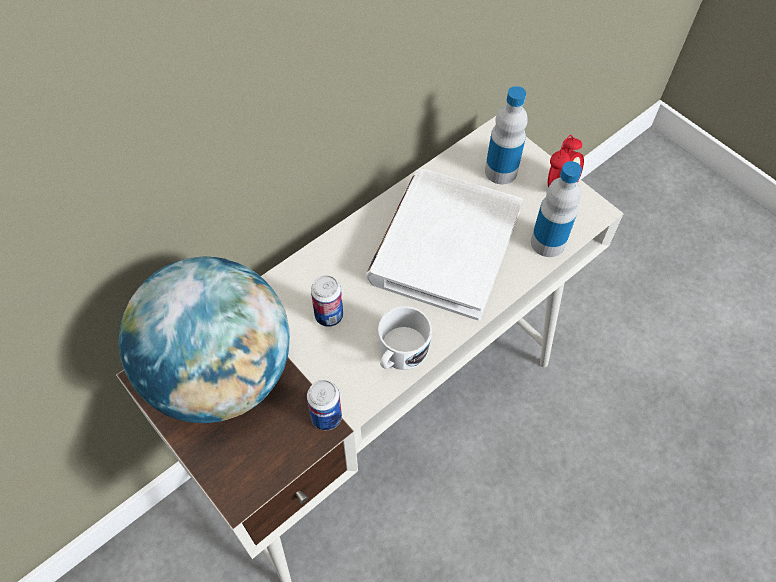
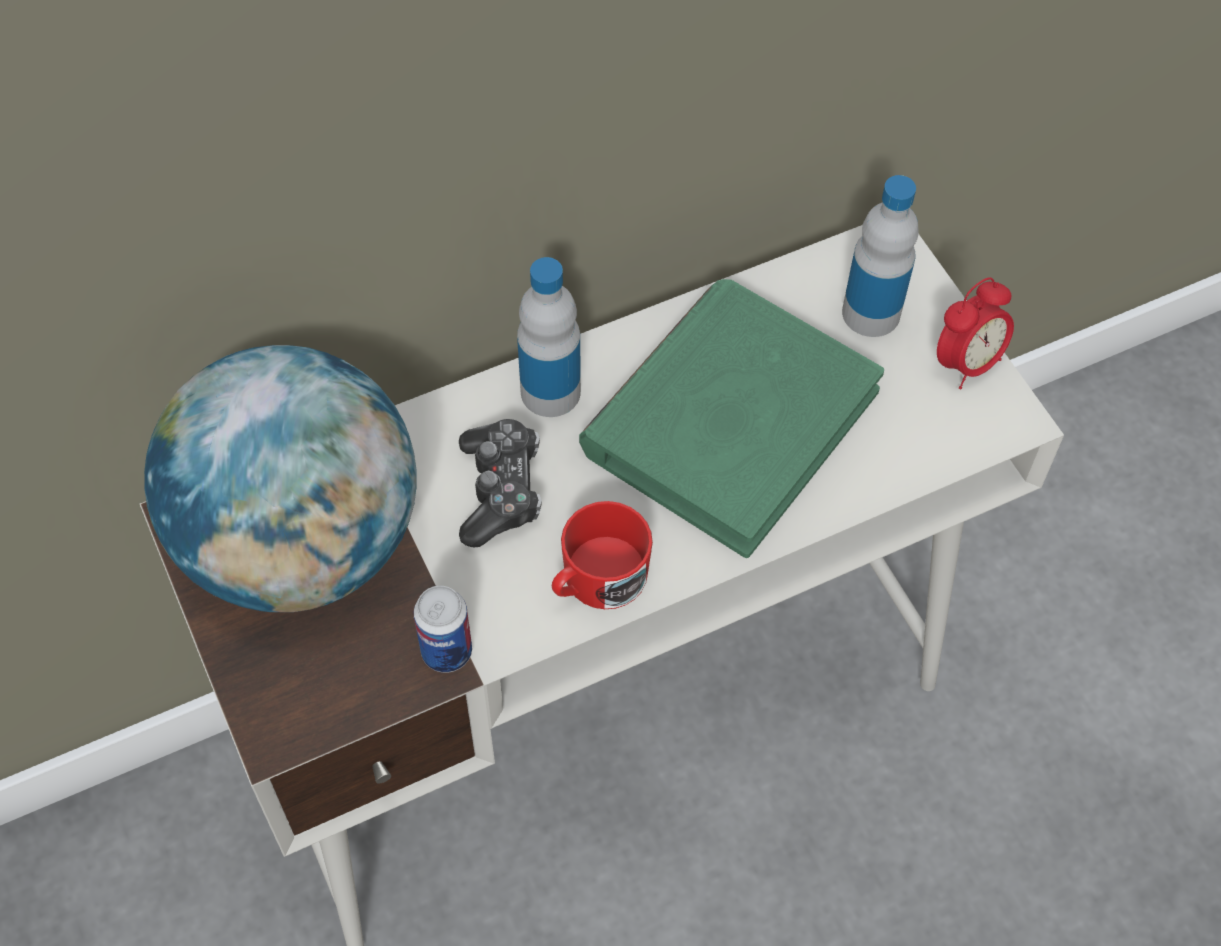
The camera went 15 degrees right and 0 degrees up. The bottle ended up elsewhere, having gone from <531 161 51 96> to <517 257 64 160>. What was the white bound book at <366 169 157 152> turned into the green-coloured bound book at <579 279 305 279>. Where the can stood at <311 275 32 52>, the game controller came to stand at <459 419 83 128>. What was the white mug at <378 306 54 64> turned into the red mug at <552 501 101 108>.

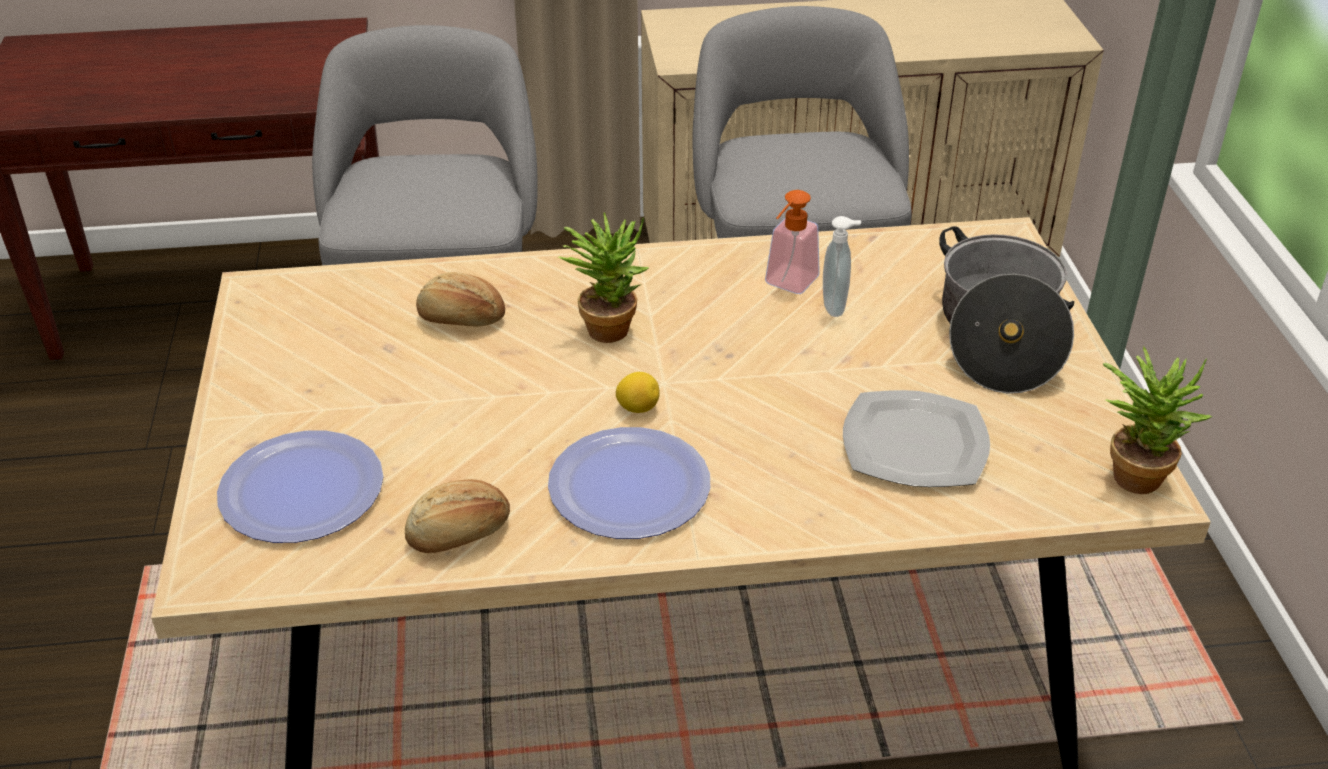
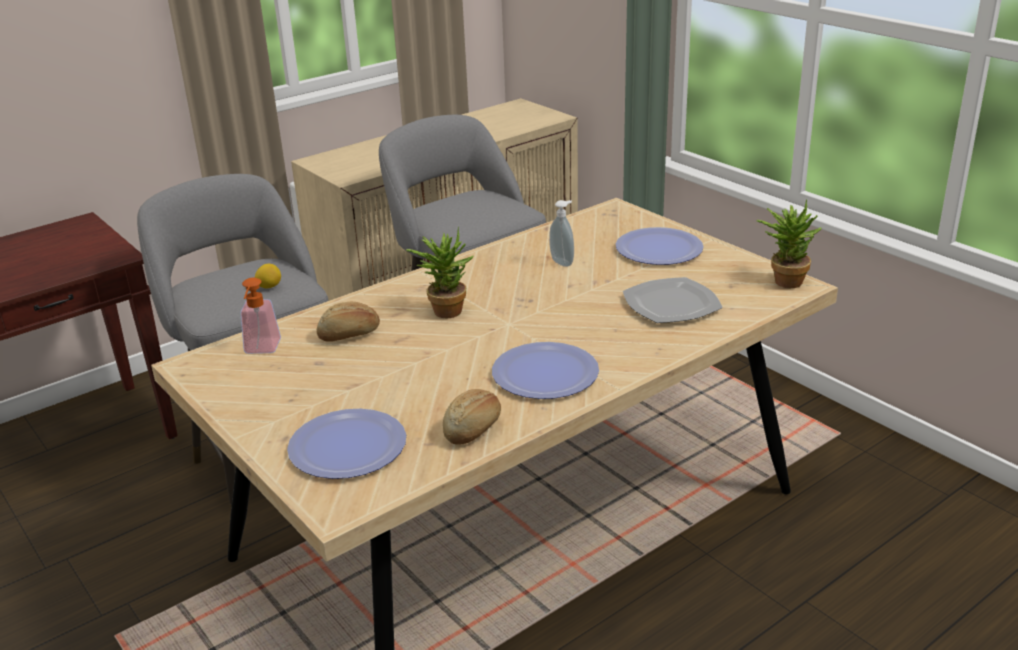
The camera went 30 degrees left and 10 degrees down. The soap bottle ended up elsewhere, having gone from <765 190 55 104> to <241 278 40 76>. Where the saucepot stood at <939 226 135 168>, the dinner plate came to stand at <616 227 88 38>. The lemon ended up elsewhere, having gone from <616 372 44 41> to <255 264 26 25>.

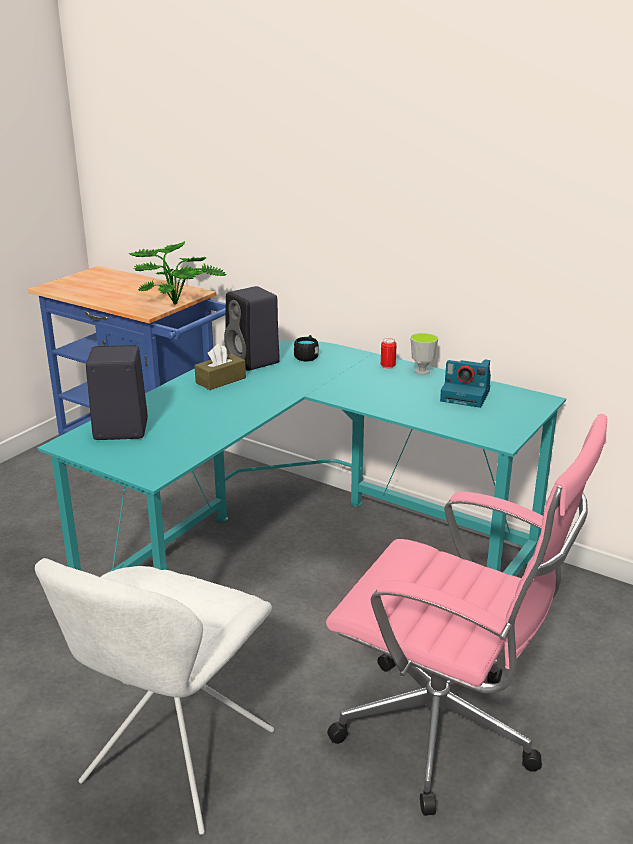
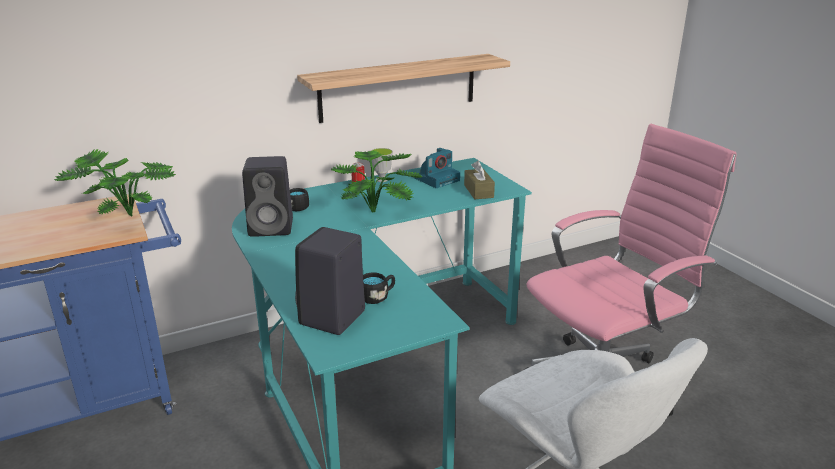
The camera went 60 degrees left and 0 degrees up. The brown-coloured tissue box ended up elsewhere, having gone from <194 344 52 46> to <464 161 31 38>. The second view gained the wall shelf at <297 54 213 69>. The second view gained the houseplant at <332 150 91 63>. The second view gained the black mug at <363 272 32 32>.

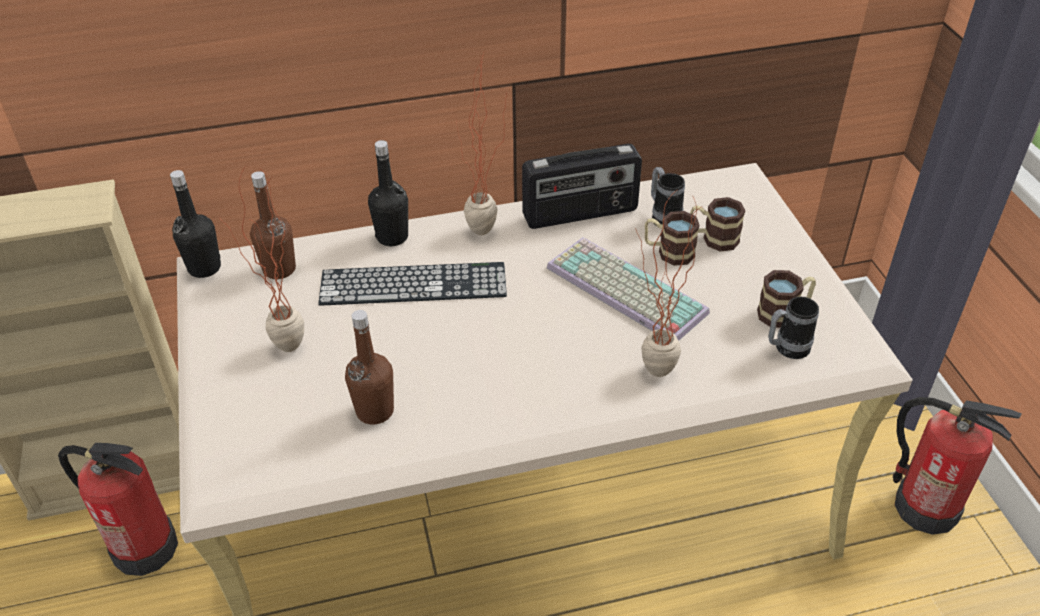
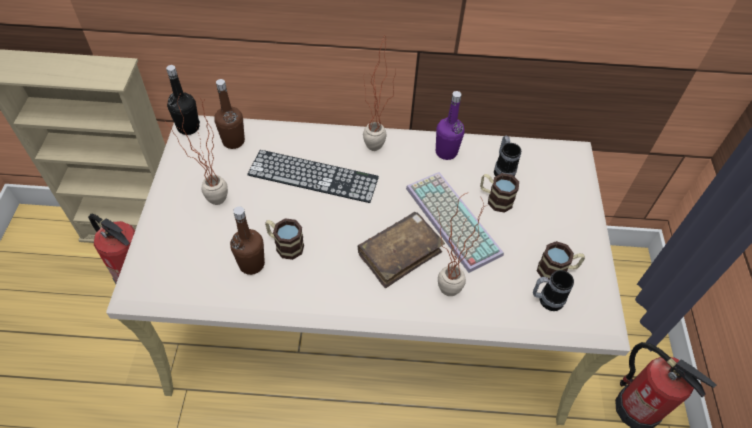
The camera went 15 degrees right and 10 degrees up. The second view lost the black bottle at <368 140 40 106>. Where the radio receiver stood at <522 144 120 85>, the purple bottle came to stand at <436 91 28 69>. The mug ended up elsewhere, having gone from <690 197 56 55> to <265 218 39 42>. The second view gained the brown-coloured bound book at <358 212 87 76>.

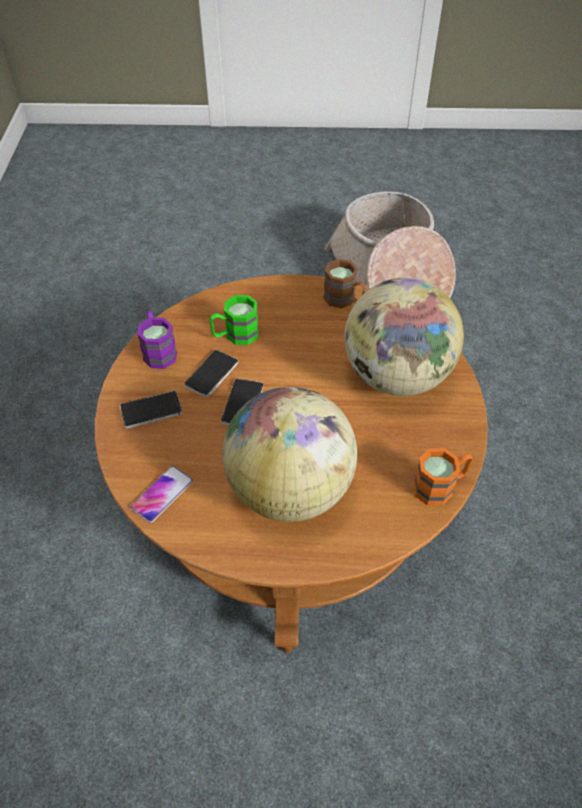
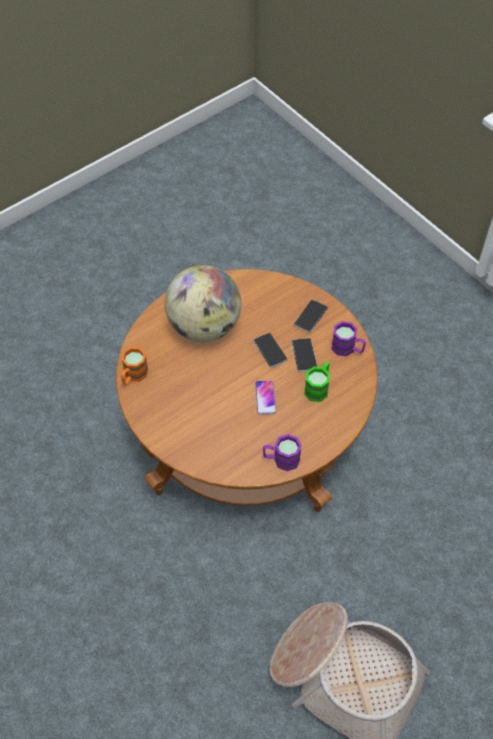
The camera went 140 degrees right and 5 degrees up. What was the brown-coloured mug at <323 259 44 49> turned into the purple mug at <263 434 38 37>. The second view lost the world globe at <344 278 120 118>. The telephone ended up elsewhere, having gone from <130 466 63 57> to <255 380 21 35>.

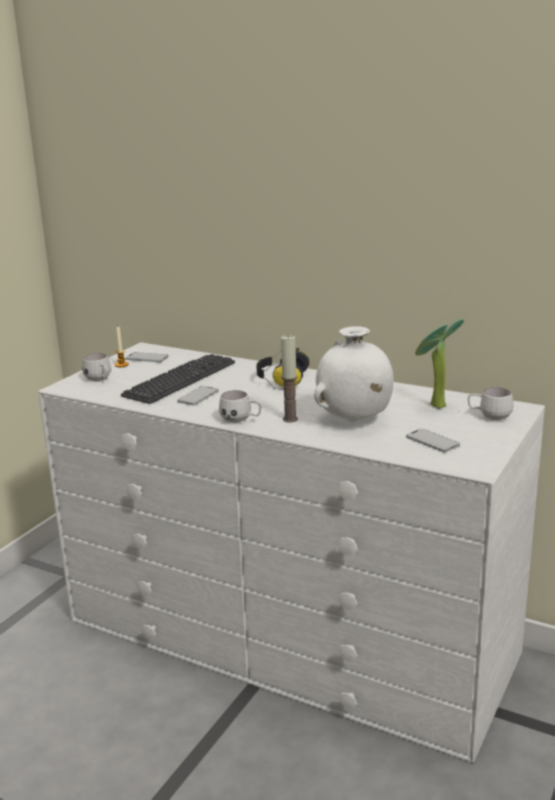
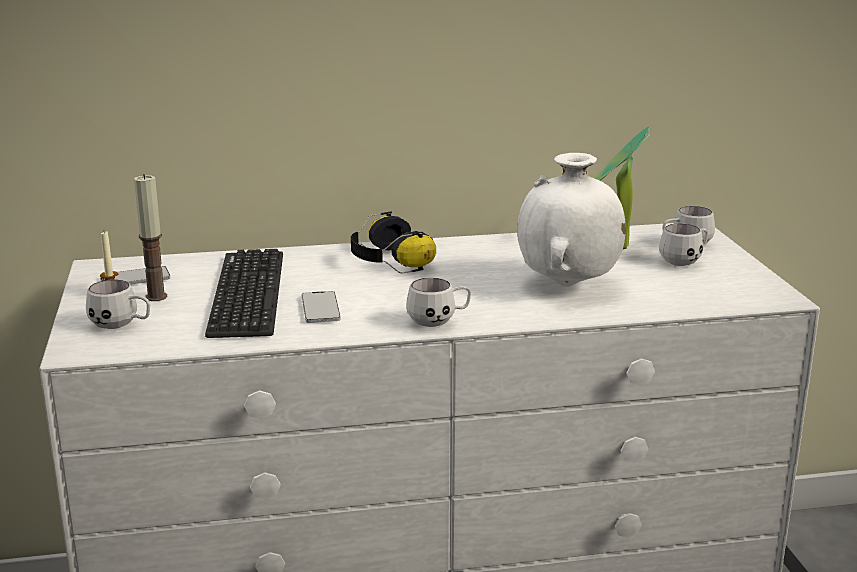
The camera went 40 degrees left and 0 degrees up. The candle ended up elsewhere, having gone from <281 335 17 87> to <134 174 33 127>. The second view lost the telephone at <406 429 54 24>. The second view gained the white mug at <659 223 49 43>.

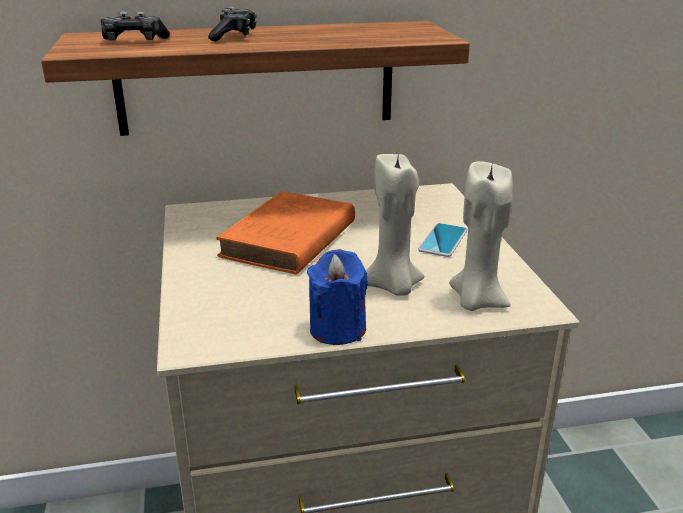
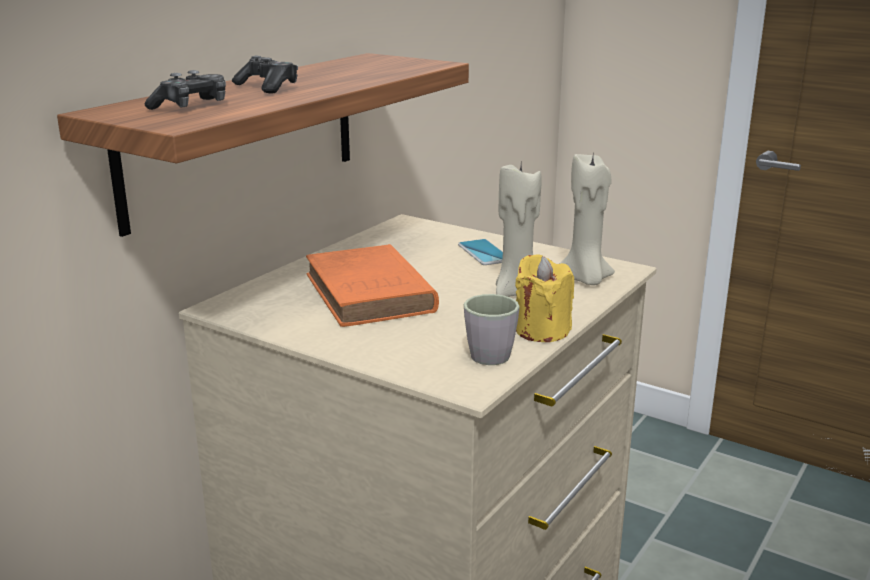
The camera went 45 degrees left and 5 degrees down. What was the blue-coloured candle at <307 249 61 96> turned into the yellowish candle at <515 254 59 88>. The second view gained the greyish mug at <464 294 56 71>.

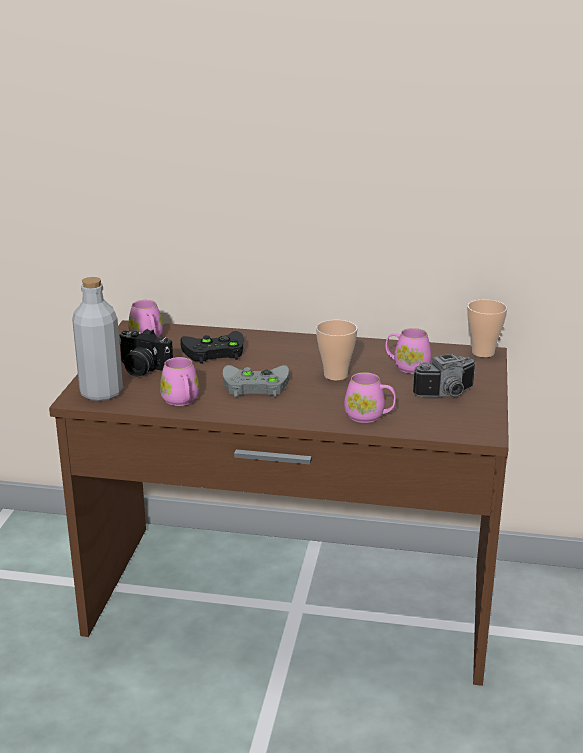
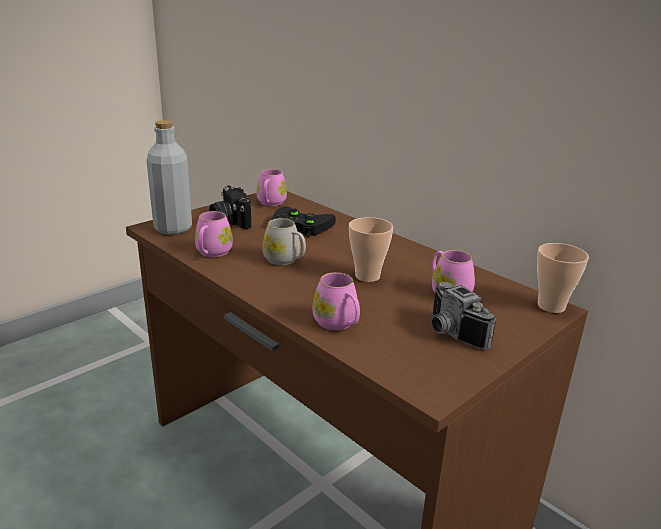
The camera went 35 degrees right and 0 degrees up. The still camera at <413 354 63 43> ended up facing another way, 45 degrees clockwise from before. Where the greyish game controller stood at <223 365 66 32>, the white mug came to stand at <263 218 43 47>.

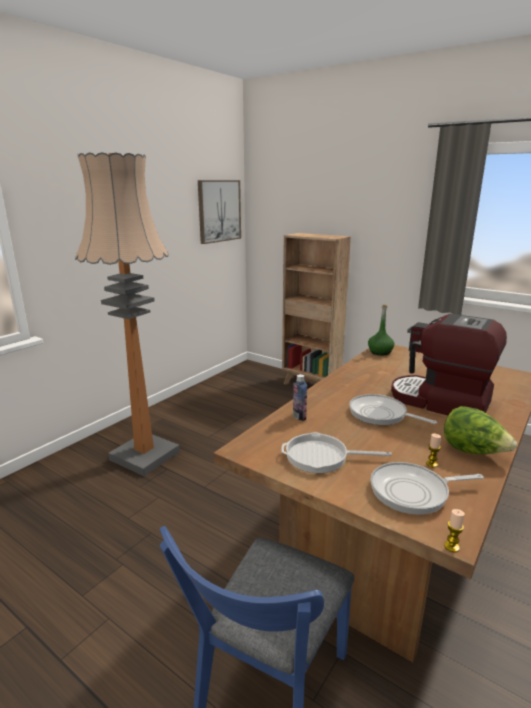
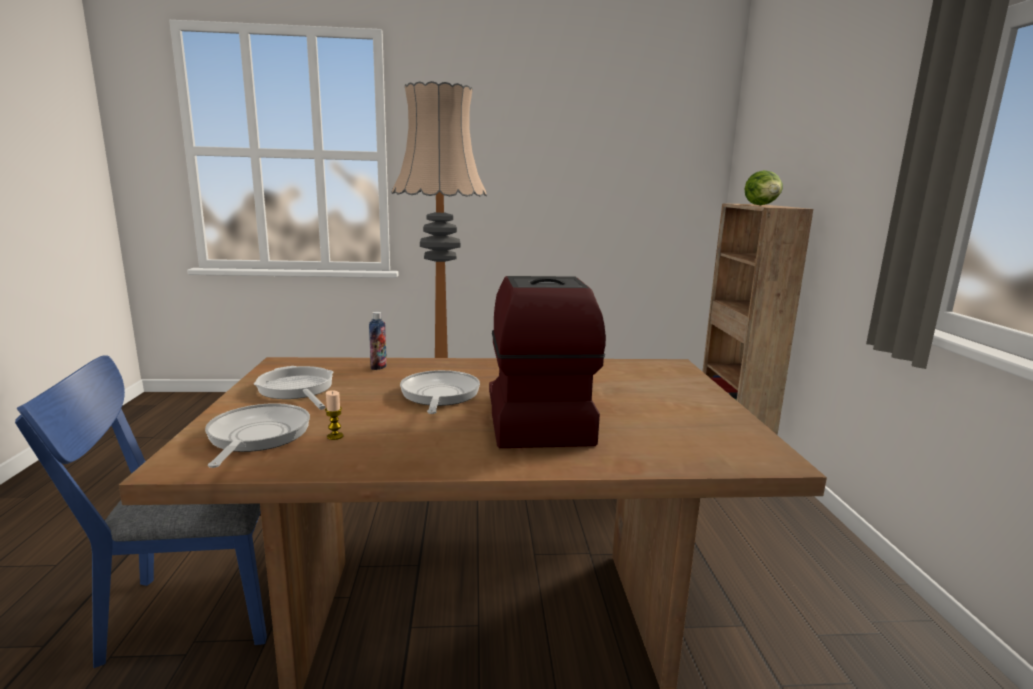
The camera went 50 degrees right and 5 degrees down. The second view lost the picture at <198 180 43 64>. The second view lost the green-coloured bottle at <368 304 26 51>. The head of lettuce ended up elsewhere, having gone from <444 406 73 48> to <744 170 39 35>. The frying pan at <370 462 114 53> ended up facing another way, 45 degrees clockwise from before. The second view lost the candle at <444 509 21 43>.

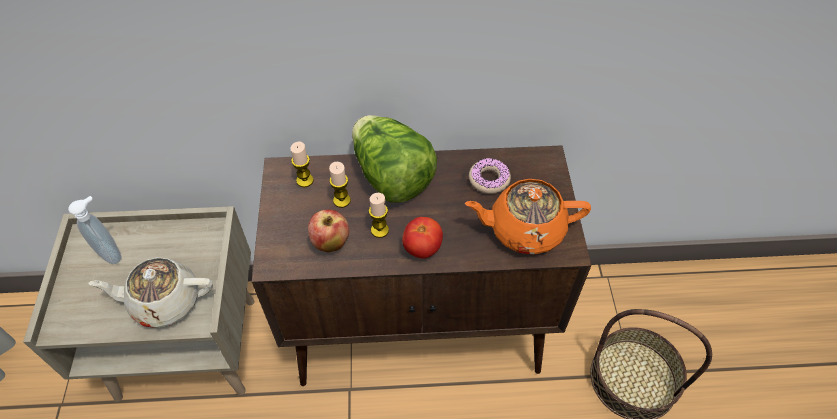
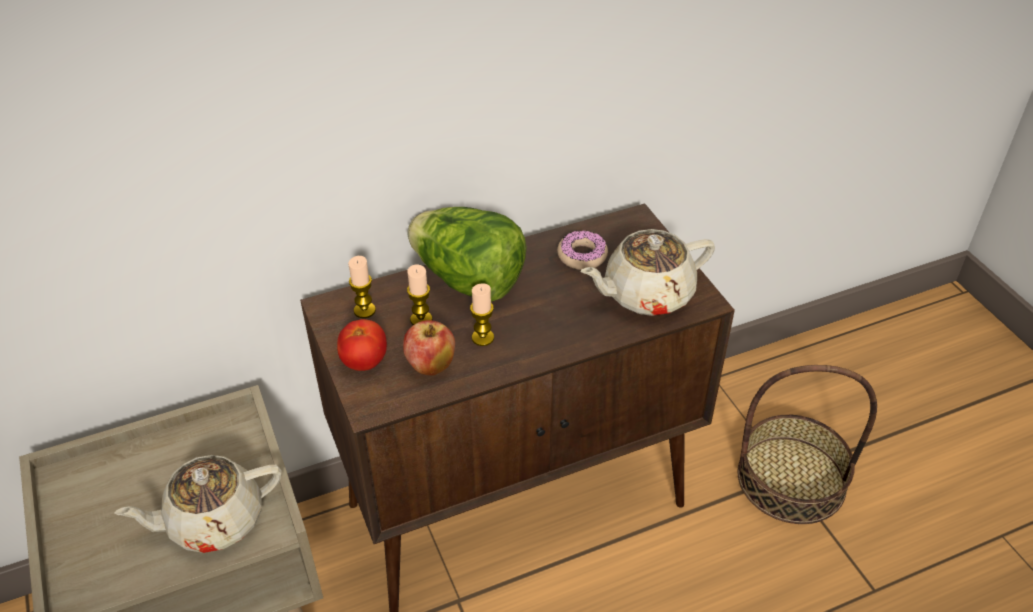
The camera went 20 degrees left and 10 degrees down. What was the orange tea pot at <464 179 127 76> turned into the beige tea pot at <580 229 135 87>. The second view lost the soap bottle at <68 196 54 68>. The tomato ended up elsewhere, having gone from <402 217 41 42> to <337 319 50 52>.

